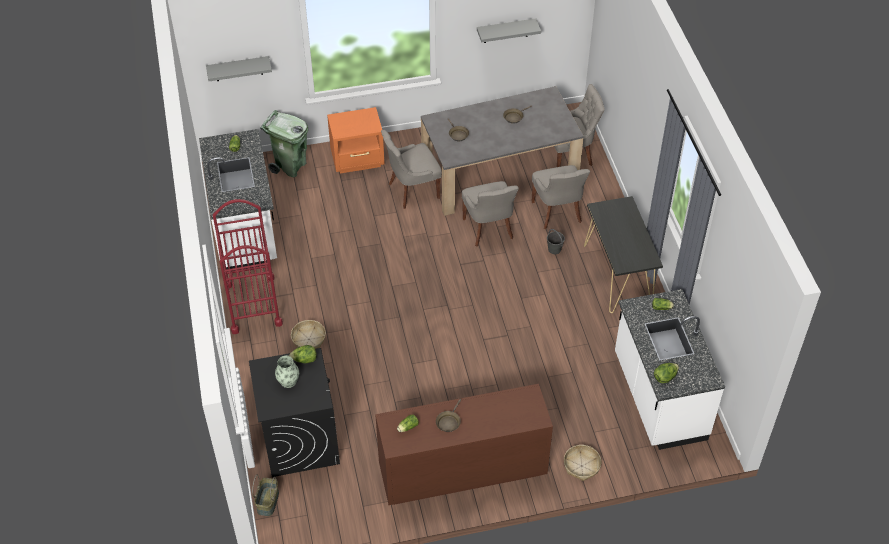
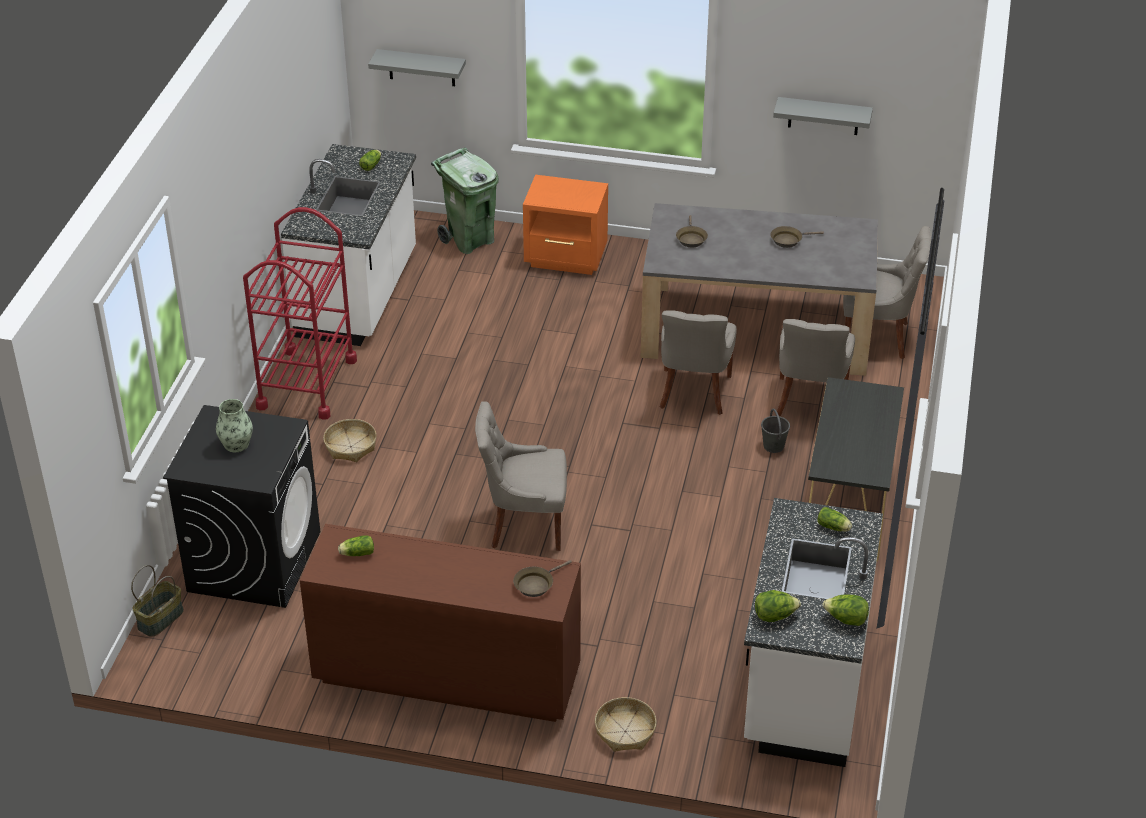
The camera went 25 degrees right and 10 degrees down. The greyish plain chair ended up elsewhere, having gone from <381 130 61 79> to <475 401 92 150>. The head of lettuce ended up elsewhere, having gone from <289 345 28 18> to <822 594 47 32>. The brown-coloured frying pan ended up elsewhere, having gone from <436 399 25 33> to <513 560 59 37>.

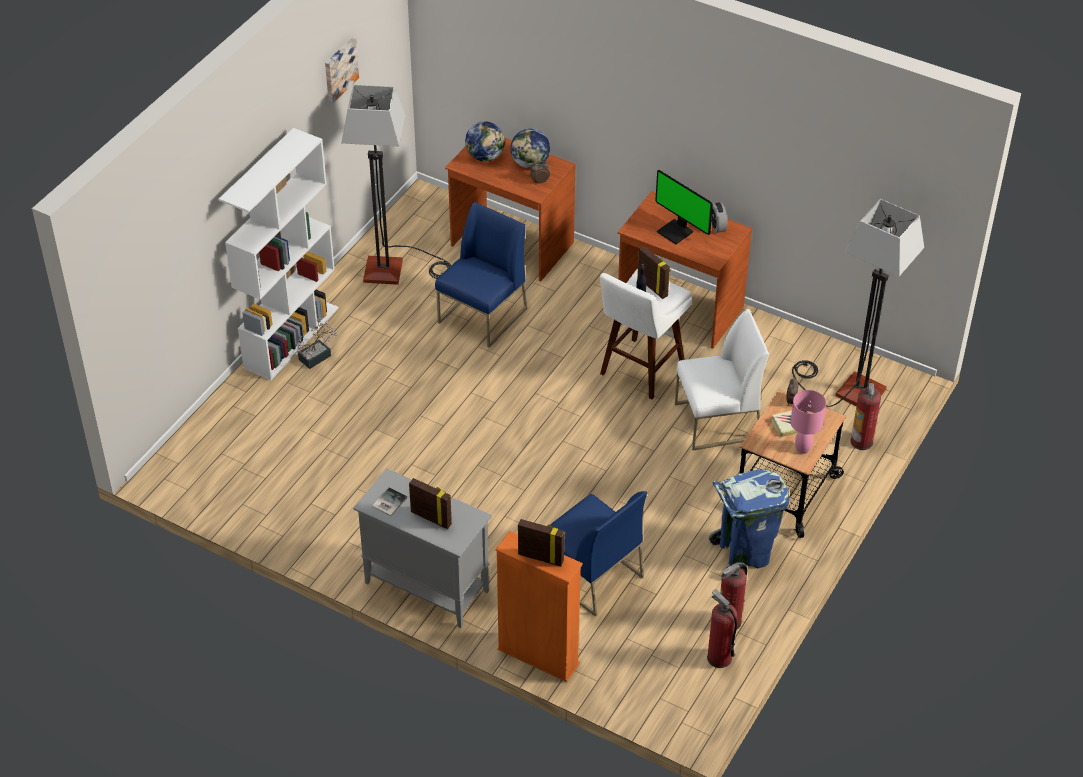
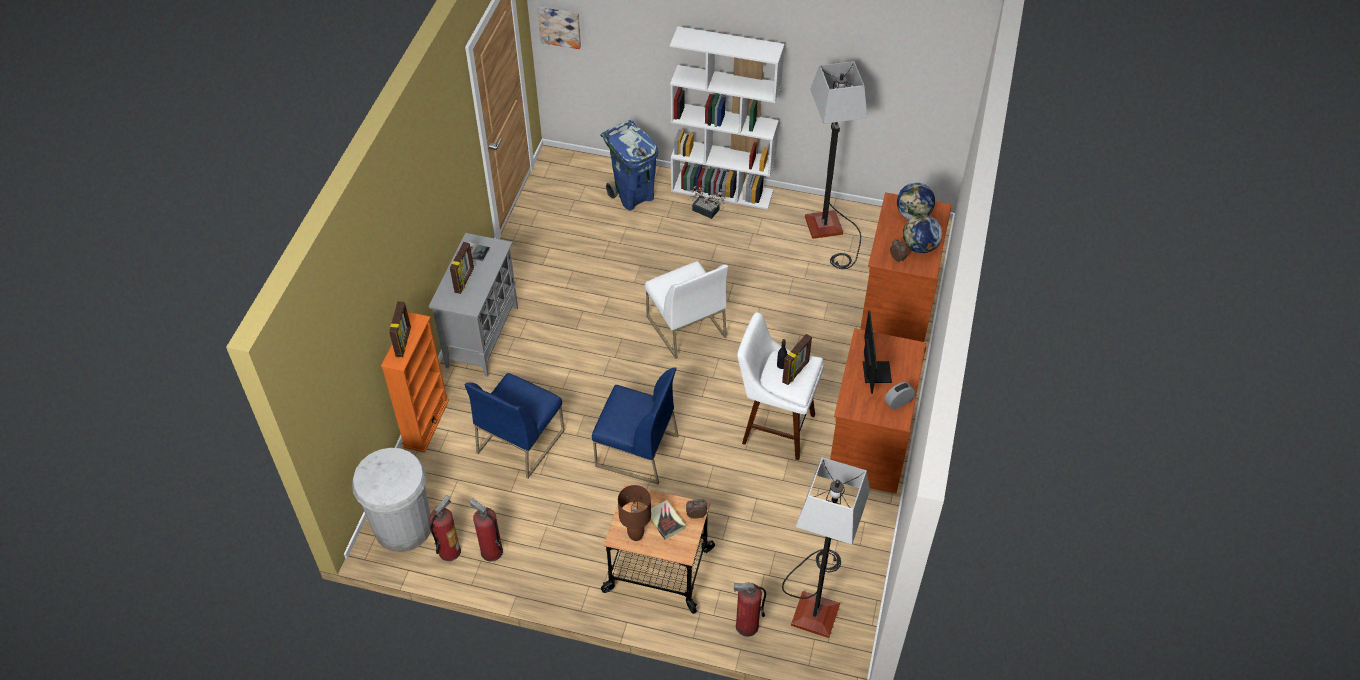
The camera went 75 degrees right and 5 degrees up. The picture ended up elsewhere, having gone from <325 38 34 65> to <537 7 44 42>. The computer display at <655 170 58 74> ended up facing another way, 150 degrees clockwise from before. The blue-coloured plain chair ended up elsewhere, having gone from <435 202 92 145> to <592 367 87 118>. The white plain chair ended up elsewhere, having gone from <675 309 94 141> to <645 261 83 98>. What was the pink-coloured lamp for a table at <790 390 36 64> turned into the brown-coloured lamp for a table at <618 485 33 56>. The blue-coloured rubbish bin ended up elsewhere, having gone from <709 470 81 102> to <600 120 58 90>. The second view gained the white rubbish bin at <352 448 79 104>.

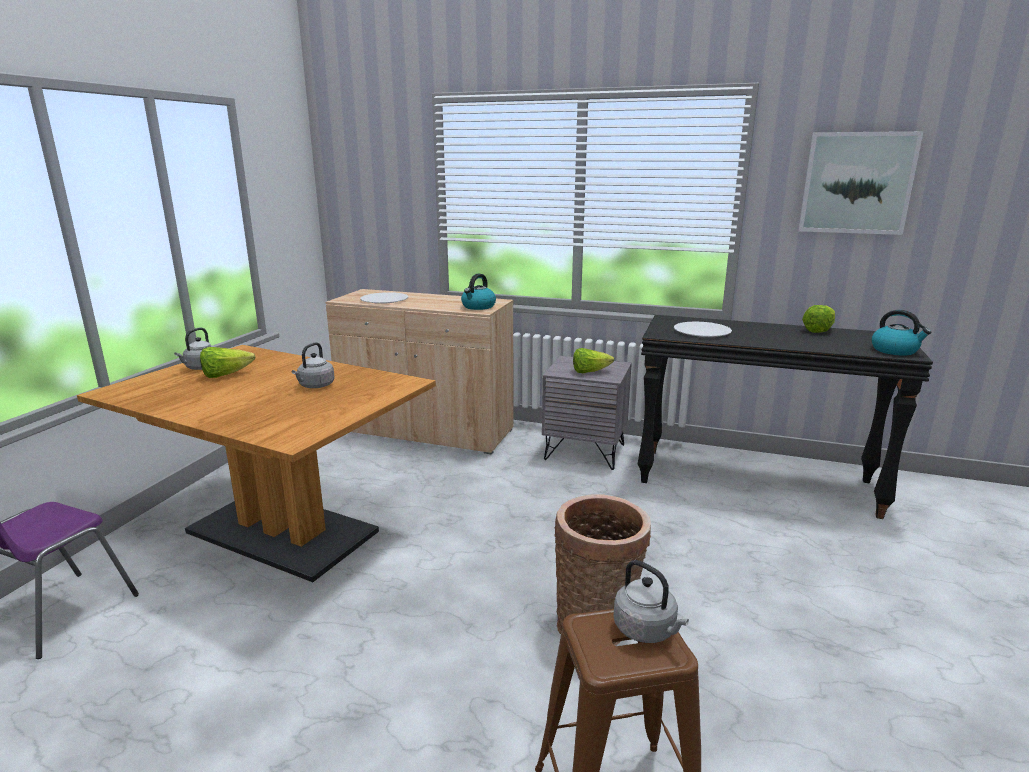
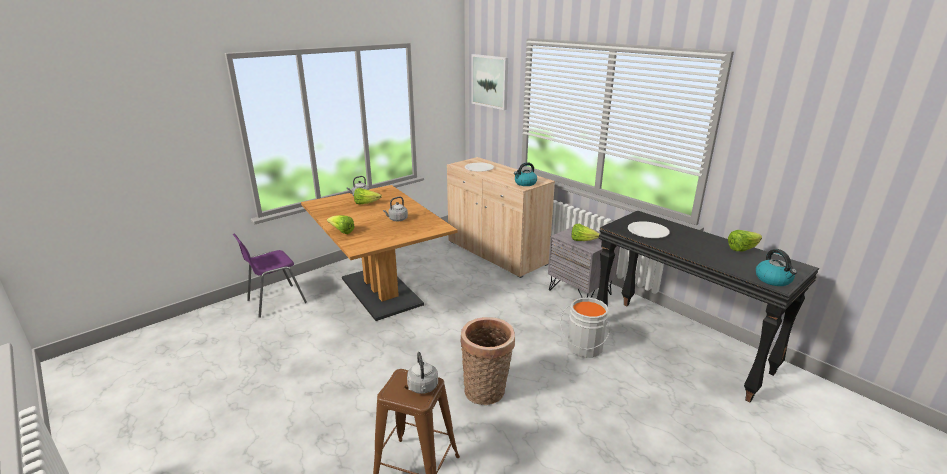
The camera went 30 degrees right and 5 degrees up. The picture ended up elsewhere, having gone from <798 131 126 104> to <471 54 37 56>. The second view gained the head of lettuce at <327 215 28 19>. The second view gained the greyish pail at <560 298 50 60>.

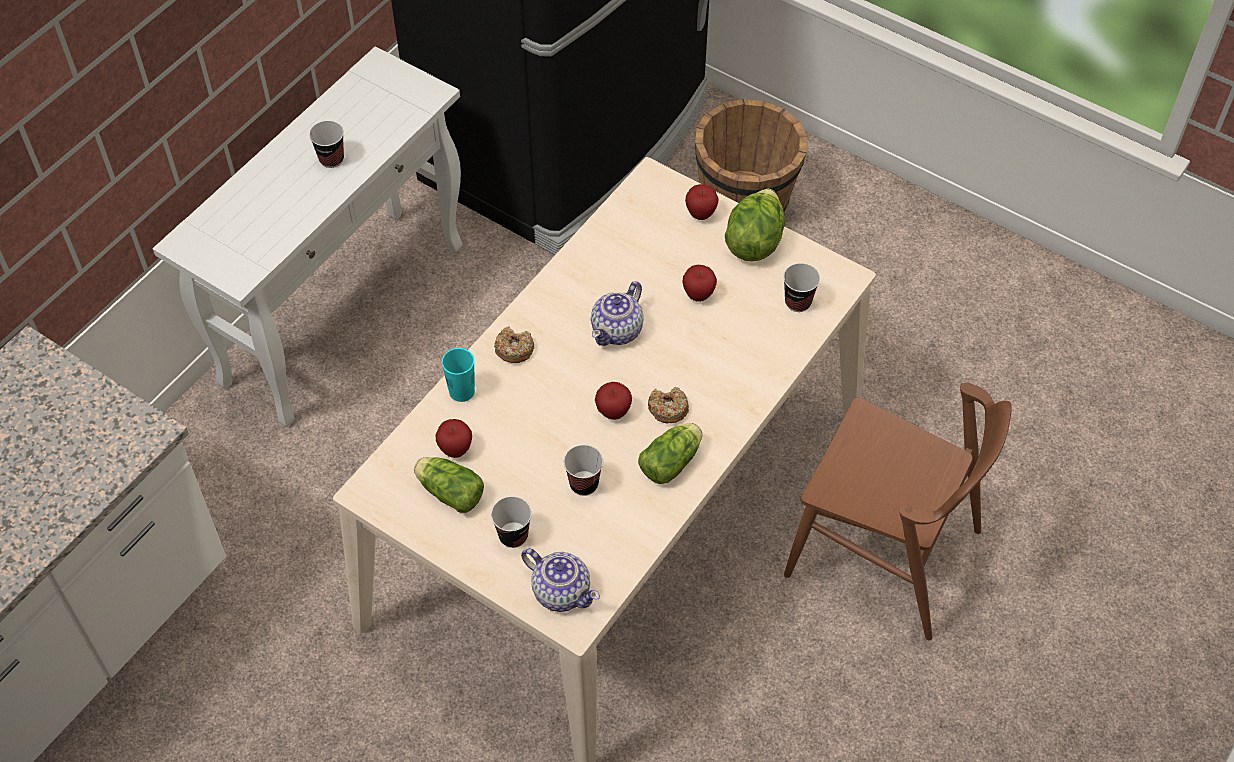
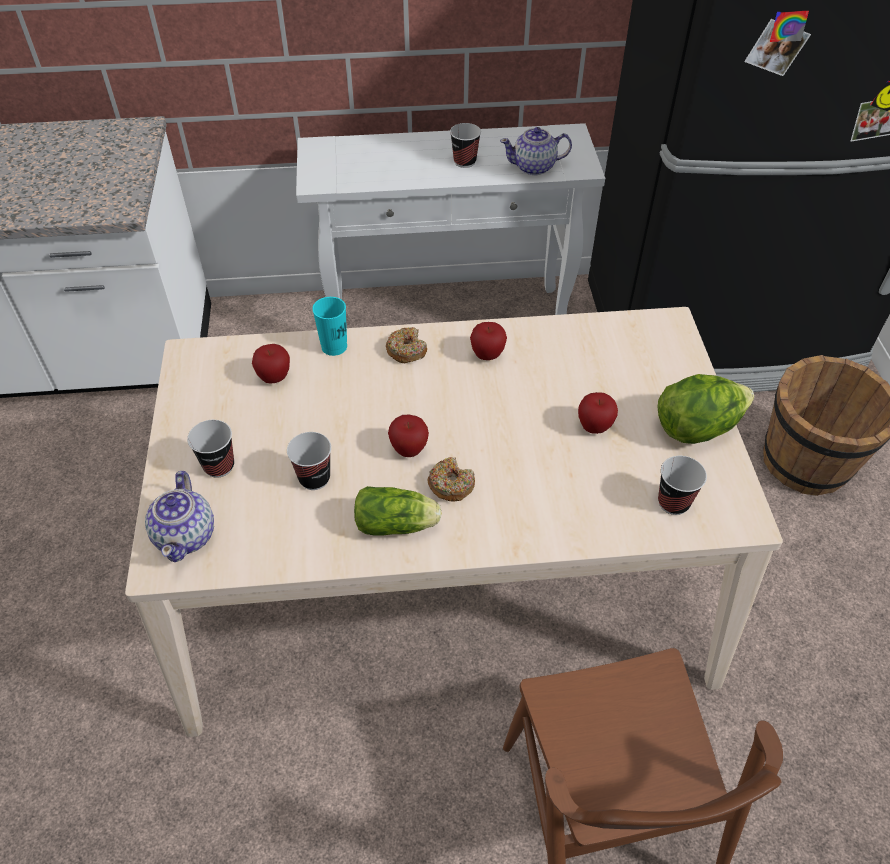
The camera went 50 degrees right and 5 degrees down. The apple ended up elsewhere, having gone from <685 184 34 36> to <470 322 37 38>. The tea pot ended up elsewhere, having gone from <591 281 53 65> to <500 127 72 48>. The second view lost the head of lettuce at <414 457 70 56>.

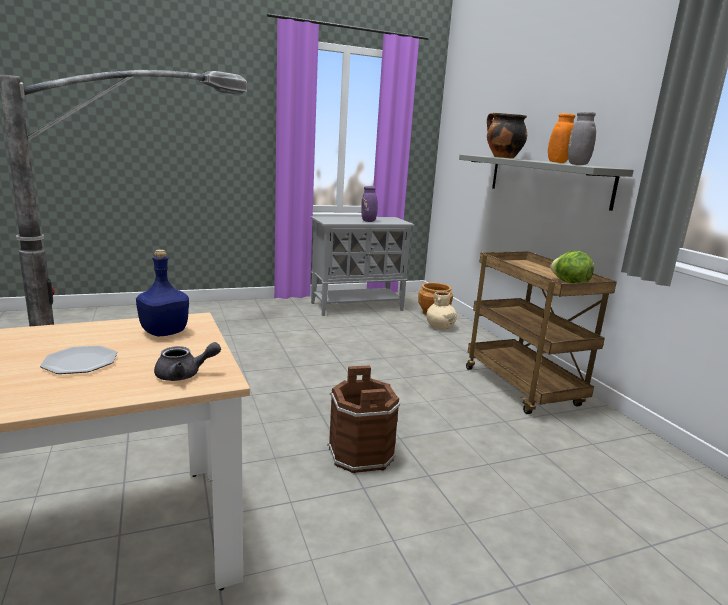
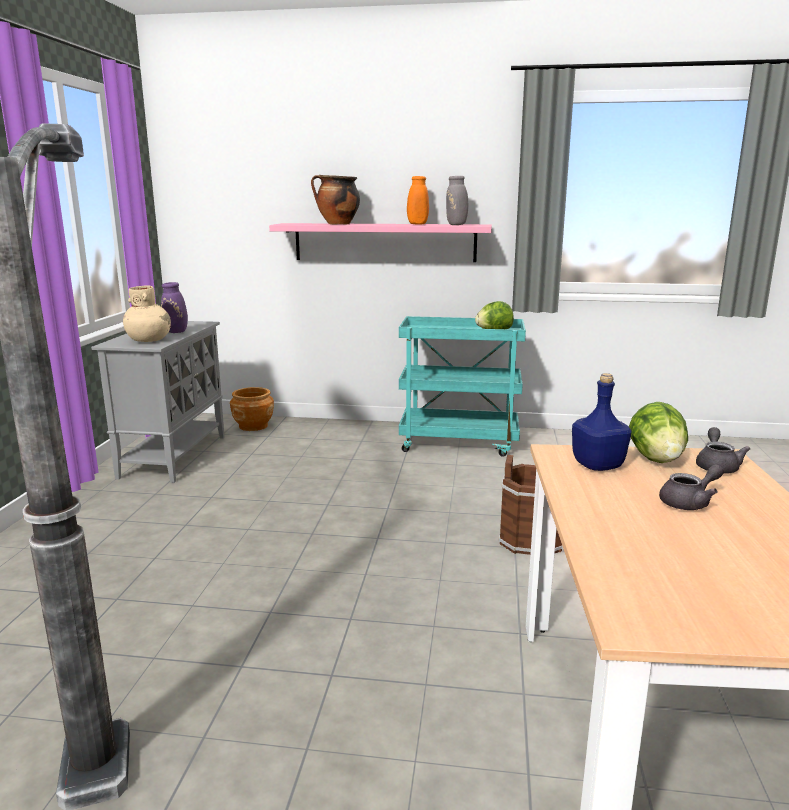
The camera went 60 degrees left and 0 degrees up. What was the greyish wall shelf at <459 155 175 56> turned into the pink-coloured wall shelf at <269 223 223 39>. What was the brown-coloured cart at <466 251 151 163> turned into the turquoise-coloured cart at <399 316 127 141>. The beige decorative vase ended up elsewhere, having gone from <426 291 31 39> to <123 286 48 56>. Where the dinner plate stood at <40 346 77 28>, the greyish tea pot came to stand at <659 464 65 46>. The second view gained the head of lettuce at <629 402 59 61>.

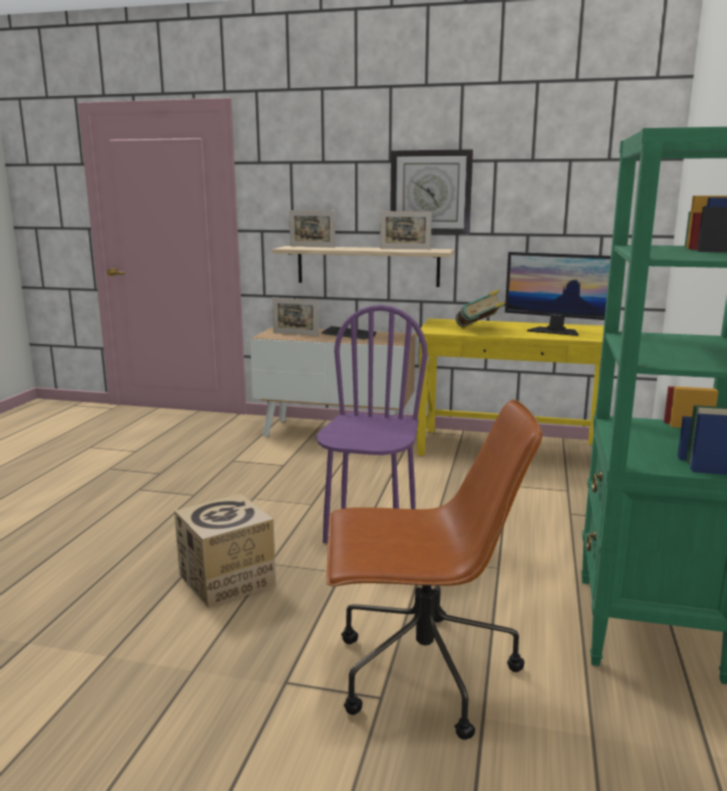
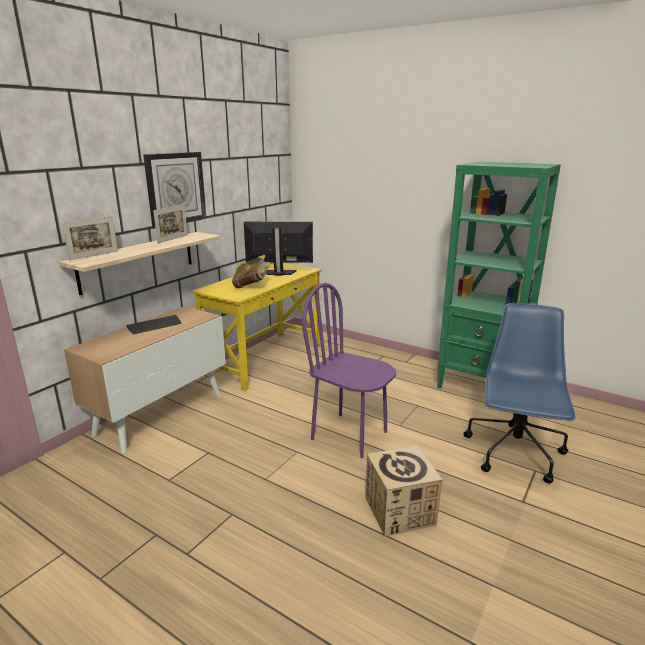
The camera went 70 degrees left and 5 degrees up. The computer display at <505 252 106 84> ended up facing another way, 135 degrees counterclockwise from before. The second view lost the picture frame at <272 298 47 38>. What was the brown-coloured office chair at <326 399 216 341> turned into the blue-coloured office chair at <463 303 112 181>.

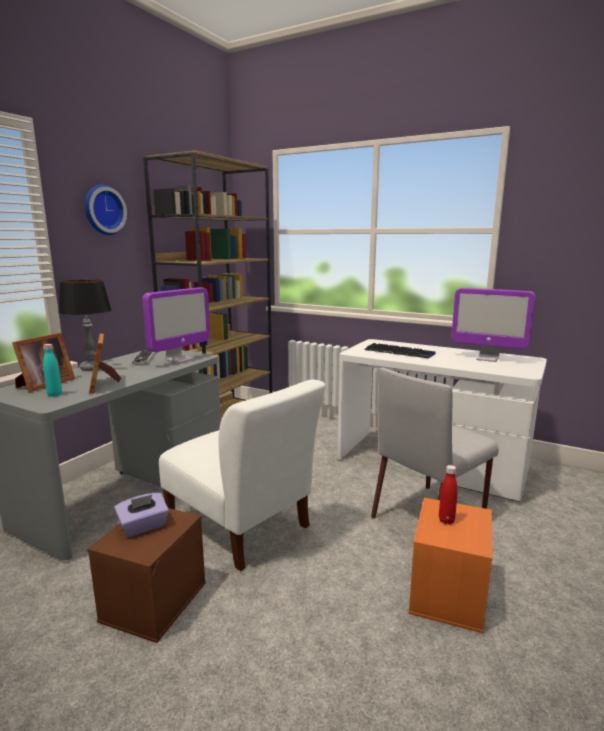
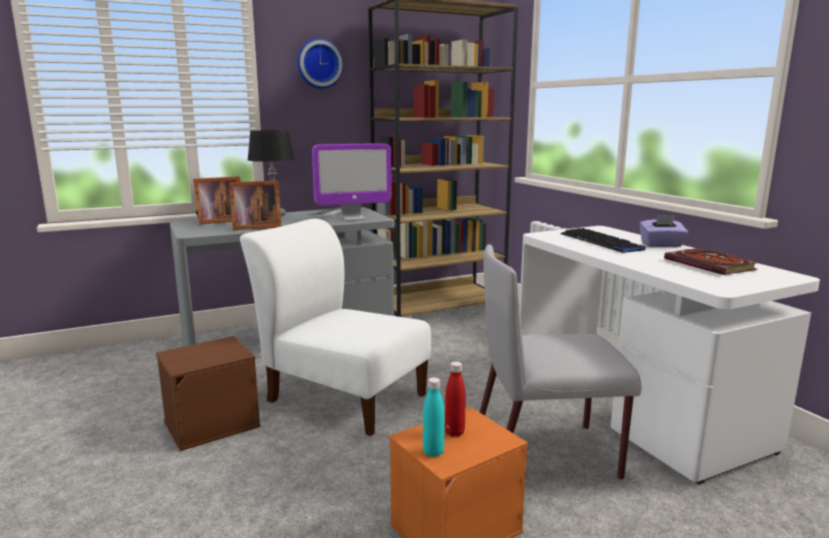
The camera went 35 degrees right and 0 degrees up. Where the computer display stood at <451 288 84 74>, the bound book came to stand at <664 248 95 27>. The picture frame at <89 333 32 61> ended up facing another way, 120 degrees counterclockwise from before. The turquoise-coloured bottle ended up elsewhere, having gone from <43 344 19 52> to <423 377 22 80>. The white plain chair at <159 380 167 191> ended up facing another way, 135 degrees clockwise from before. The purple tissue box ended up elsewhere, having gone from <114 493 55 44> to <639 215 49 32>.

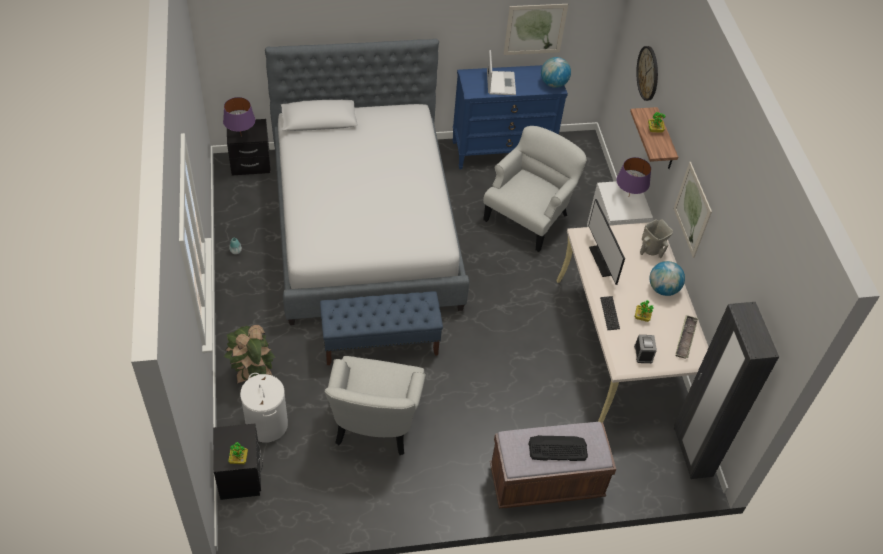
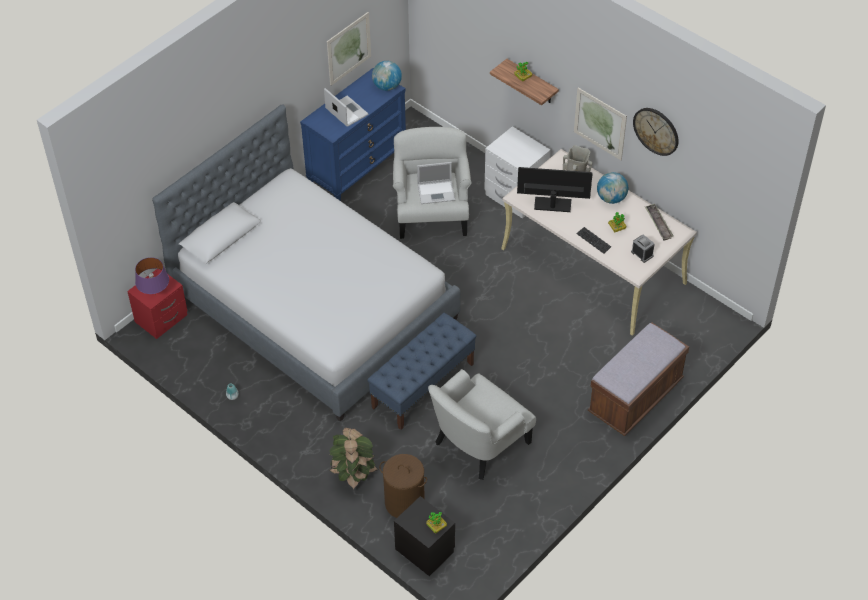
The camera went 35 degrees left and 0 degrees up. The clock on the wall ended up elsewhere, having gone from <636 46 22 55> to <633 108 46 48>. What was the black night table at <227 119 44 56> turned into the red night table at <127 269 60 70>. The second view lost the purple lamp for a table at <616 157 35 39>. The computer display at <588 199 37 86> ended up facing another way, 150 degrees clockwise from before. The second view lost the black armoire at <674 302 105 177>. The white easy chair at <324 356 102 99> ended up facing another way, 75 degrees clockwise from before. What was the white washing basket at <240 373 48 70> turned into the brown-coloured washing basket at <379 454 48 64>. The second view lost the keyboard at <528 435 60 26>. The second view gained the notebook computer at <417 162 38 42>.

